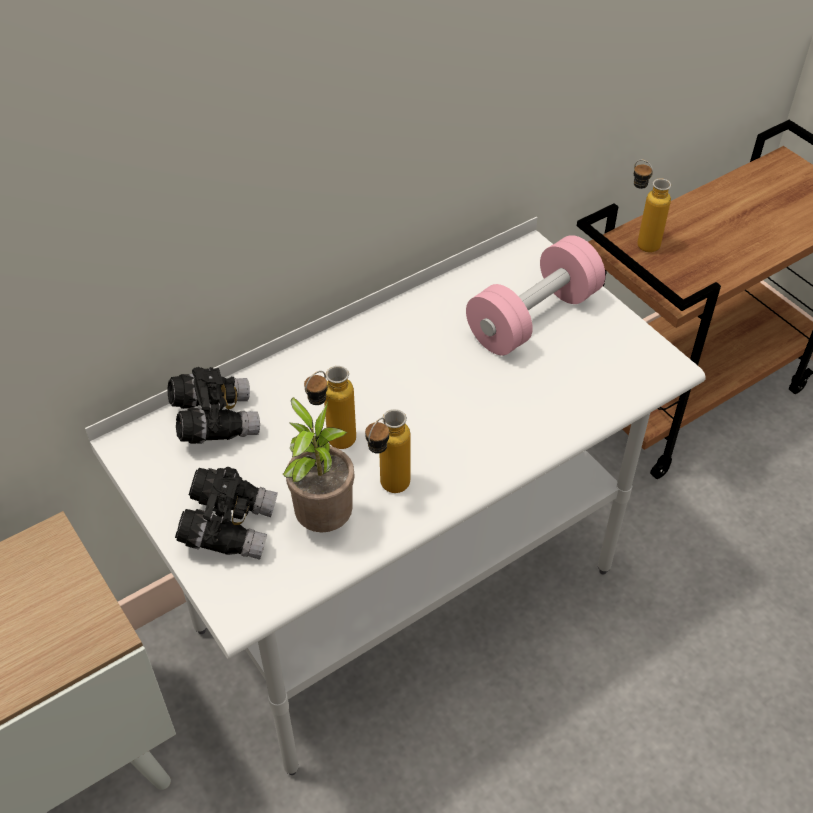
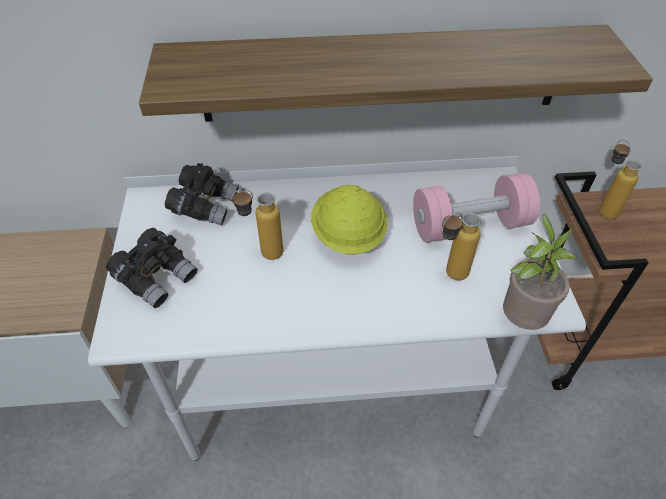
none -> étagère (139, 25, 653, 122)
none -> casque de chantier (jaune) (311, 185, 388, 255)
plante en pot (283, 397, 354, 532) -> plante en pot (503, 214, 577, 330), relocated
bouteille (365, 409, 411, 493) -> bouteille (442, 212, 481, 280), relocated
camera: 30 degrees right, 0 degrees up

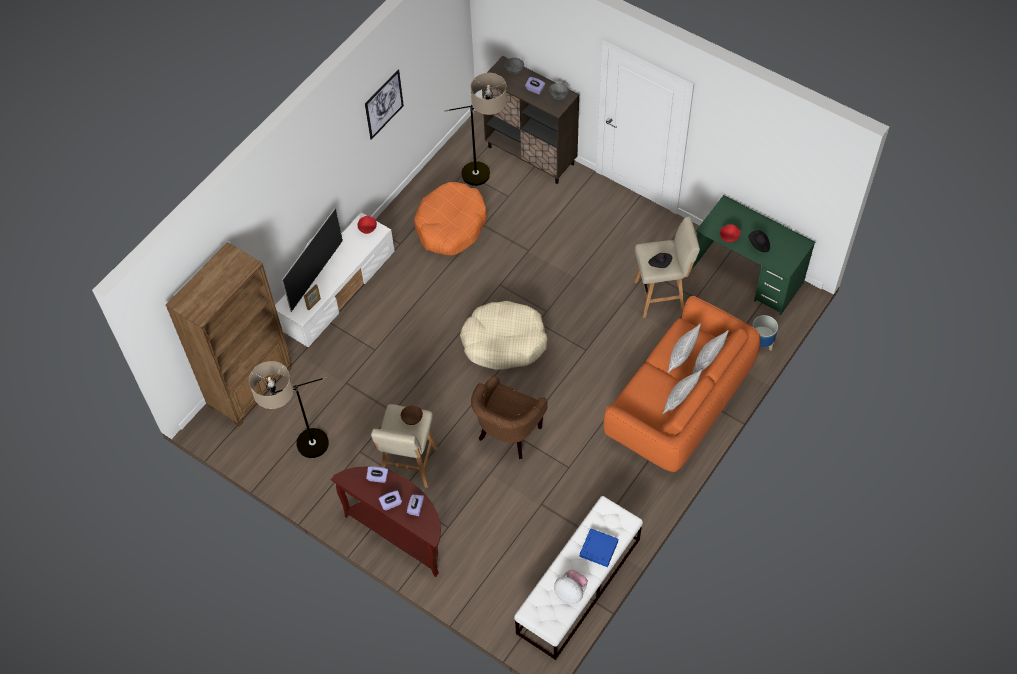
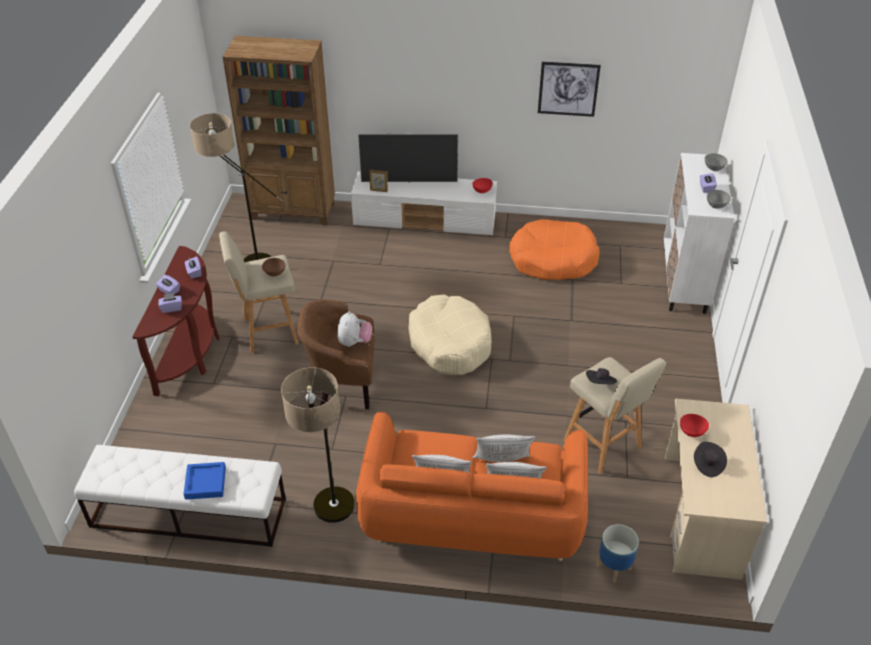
lampadaire (445, 73, 507, 186) -> lampadaire (281, 367, 355, 523), relocated
peluche (554, 570, 588, 604) -> peluche (337, 311, 372, 347), relocated
meuble de rangement (marron) (482, 56, 579, 184) -> meuble de rangement (blanc) (664, 153, 735, 314)
bureau (vert) (692, 195, 815, 315) -> bureau (beige) (665, 398, 767, 580)
camera: 60 degrees right, 15 degrees down

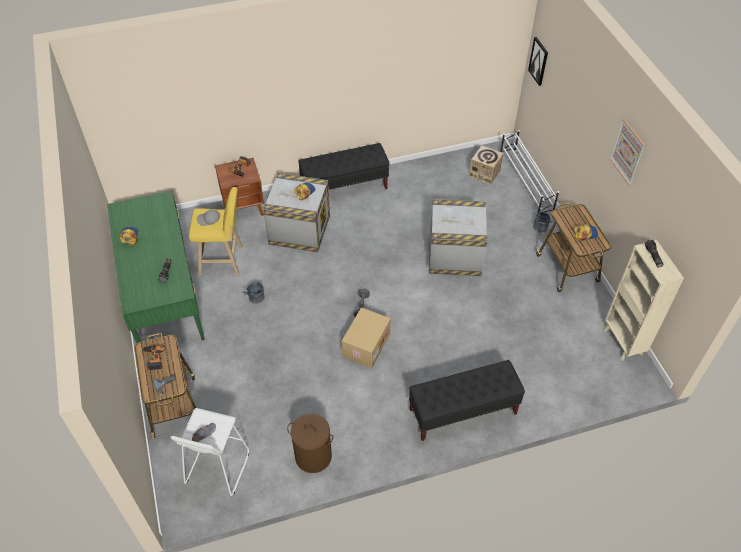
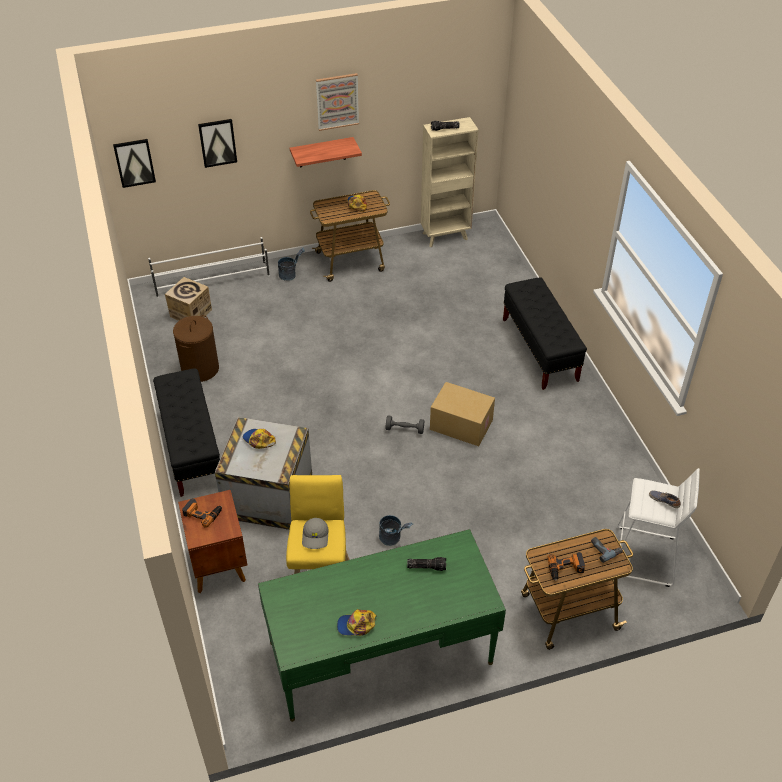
caisse (429, 199, 487, 276) -> none
none -> tableau (198, 119, 237, 168)
none -> étagère (290, 137, 362, 167)
panier à linge (marron) (287, 414, 333, 473) -> panier à linge (marron) (173, 315, 219, 382), relocated
camera: 90 degrees left, 5 degrees down

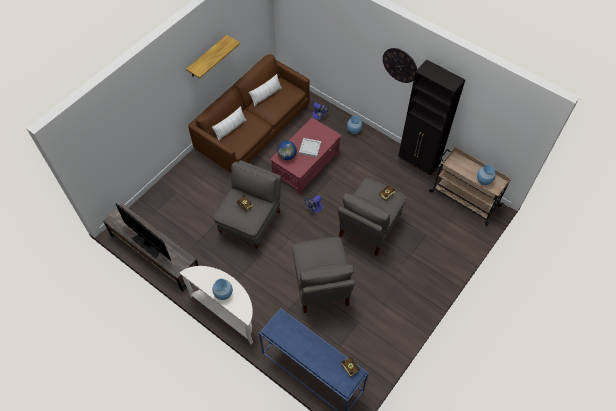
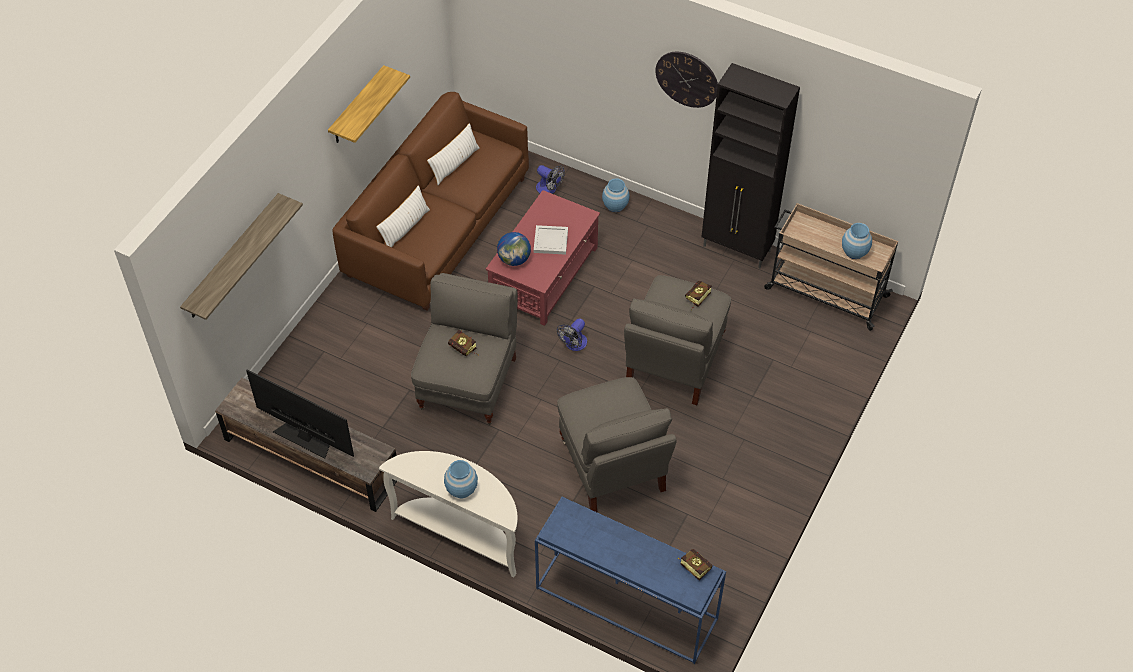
none -> étagère (180, 193, 303, 320)
camera: 10 degrees left, 5 degrees down

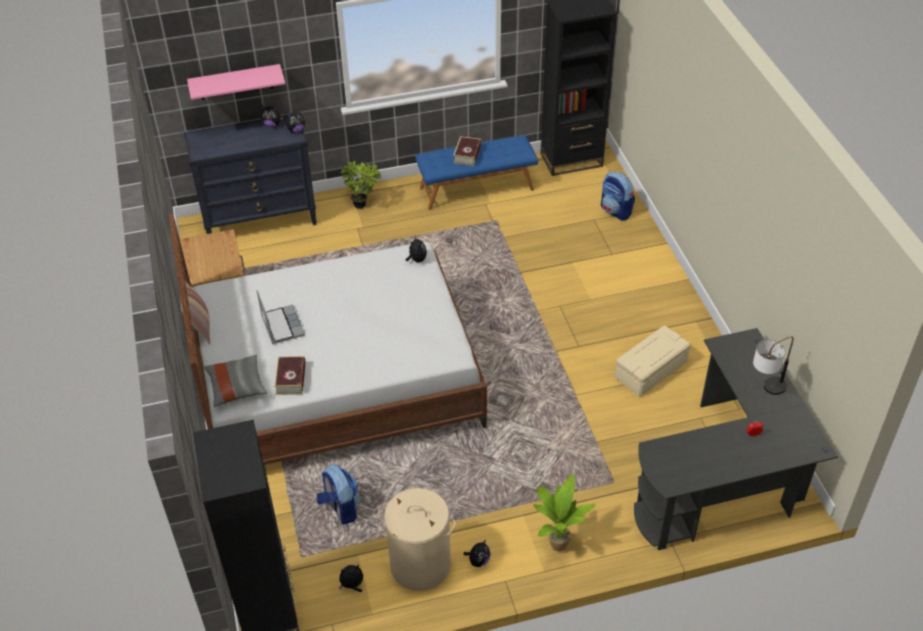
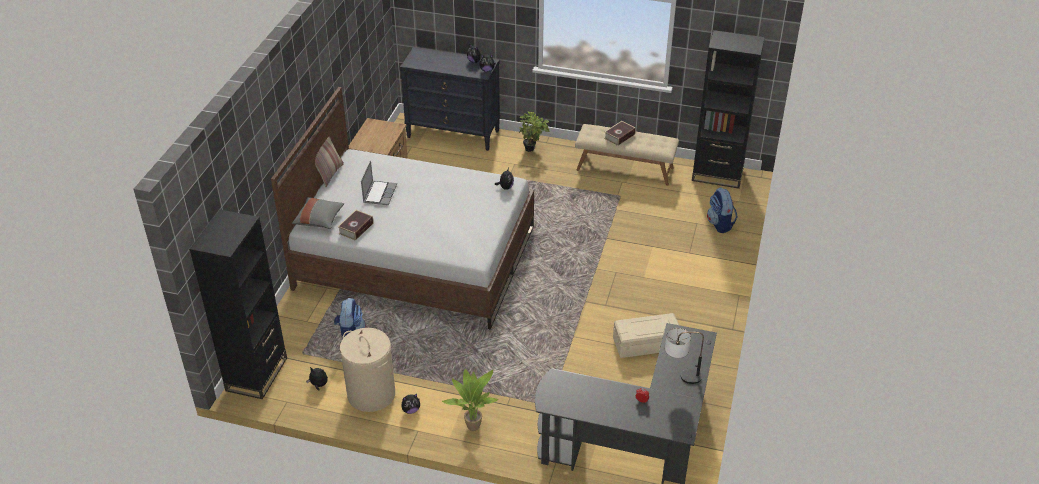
étagère (rose) (187, 64, 285, 100) -> none
banc (bleu) (415, 135, 538, 210) -> banc (beige) (575, 124, 679, 186)
camera: 30 degrees right, 5 degrees down

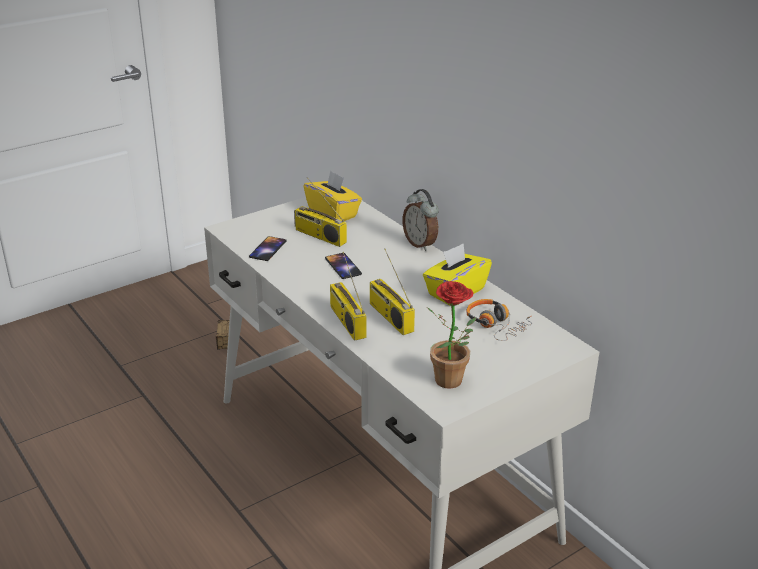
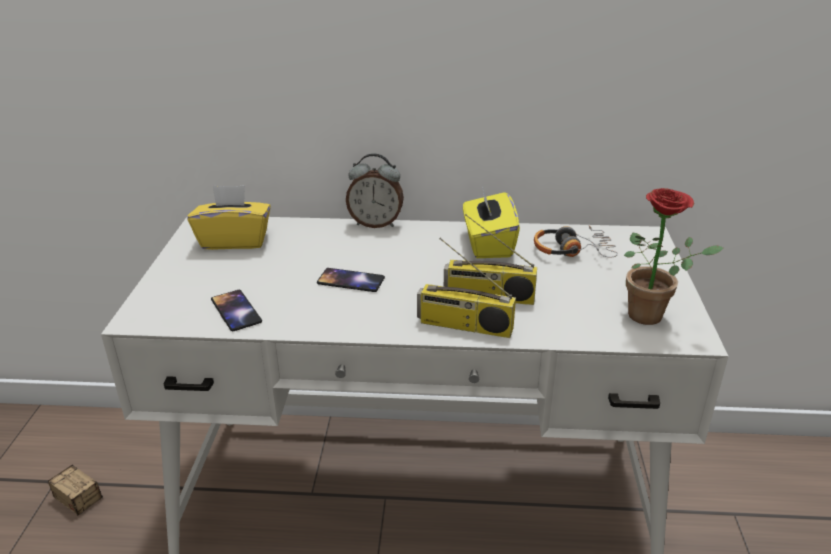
radio (294, 177, 347, 247) -> none
camera: 50 degrees left, 0 degrees up

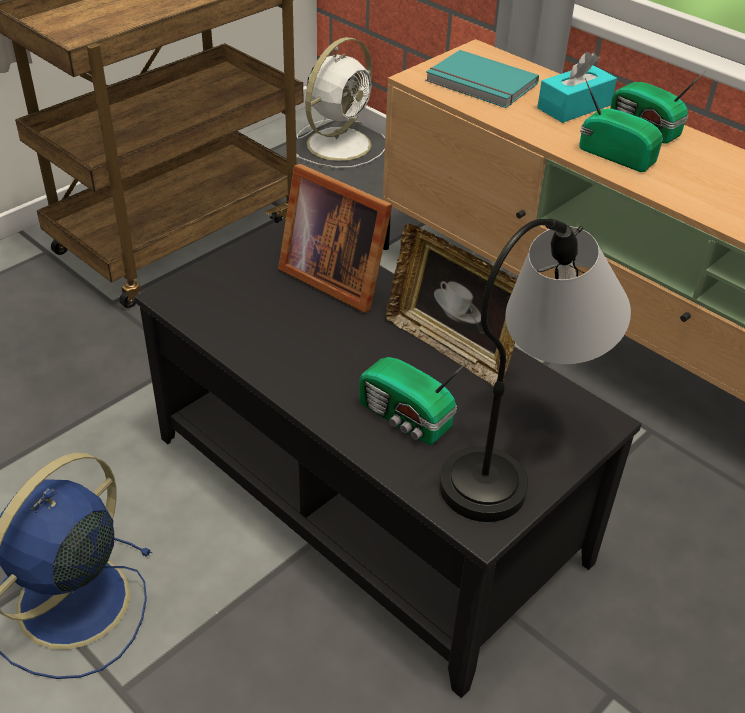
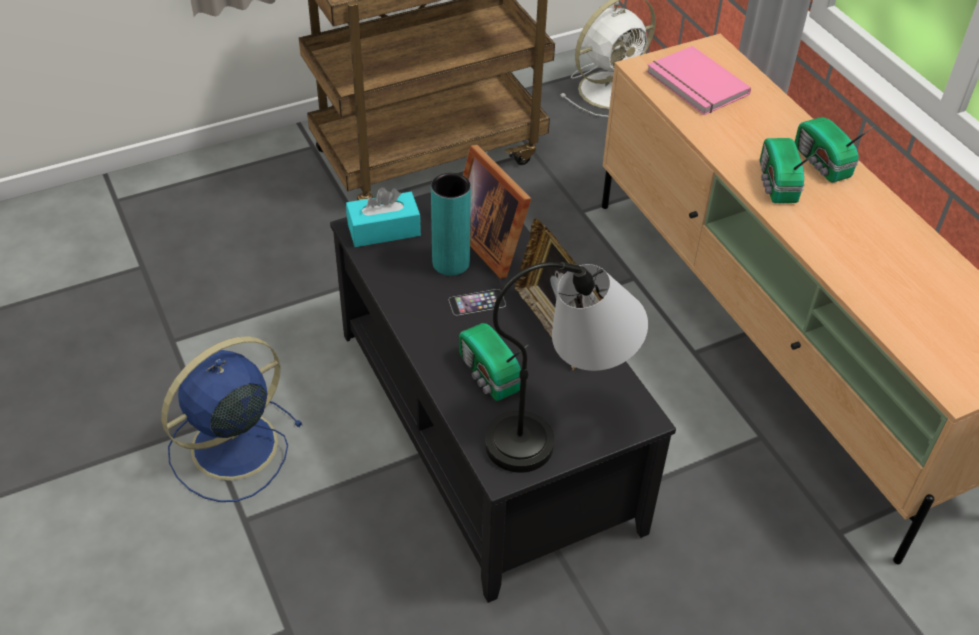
none -> vase (turquoise) (431, 173, 471, 276)
none -> téléphone (449, 289, 506, 316)
boîte à mouchoirs (turquoise) (537, 52, 617, 123) -> boîte à mouchoirs (turquoise) (346, 188, 421, 247), relocated
livre (turquoise) (425, 50, 539, 108) -> livre (rose) (646, 46, 751, 115)
radio (579, 78, 663, 172) -> radio (760, 138, 816, 203), 150 degrees counterclockwise
camera: 20 degrees right, 5 degrees up

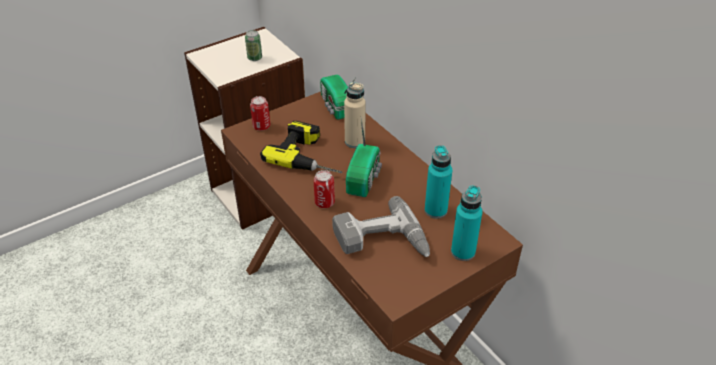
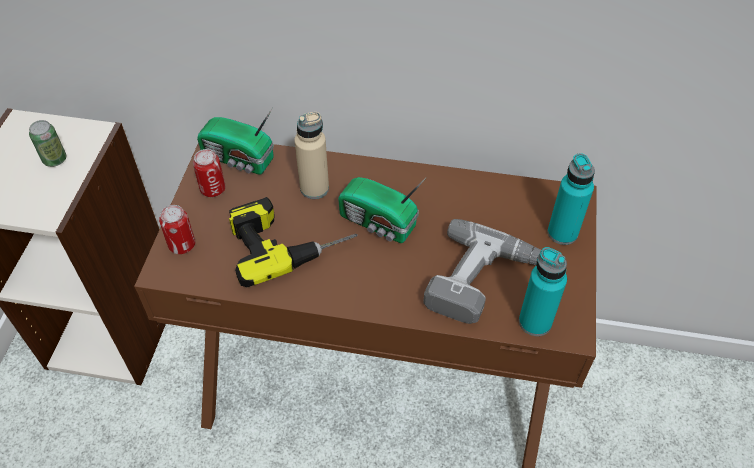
boîte métallique (314, 170, 335, 208) -> boîte métallique (193, 149, 226, 197), relocated
bouteille (turquoise) (425, 145, 452, 219) -> bouteille (turquoise) (519, 247, 567, 336), relocated
radio (346, 118, 382, 197) -> radio (338, 177, 426, 243), 150 degrees clockwise
camera: 45 degrees left, 10 degrees up

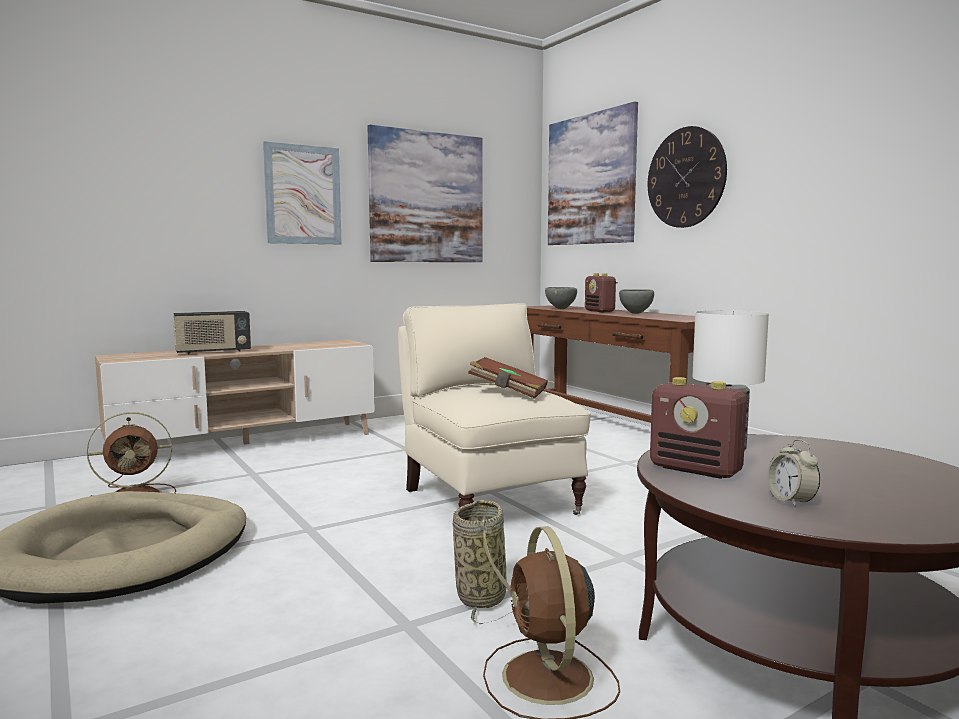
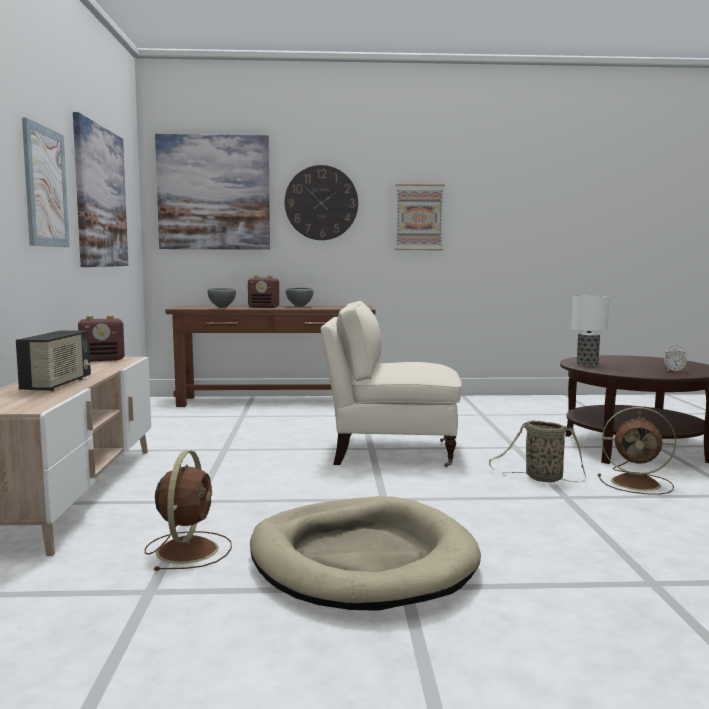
livre (marron) (468, 357, 548, 399) -> none
none -> tableau (394, 184, 445, 250)
radio (650, 377, 747, 479) -> radio (78, 315, 125, 362), relocated
camera: 60 degrees left, 0 degrees up

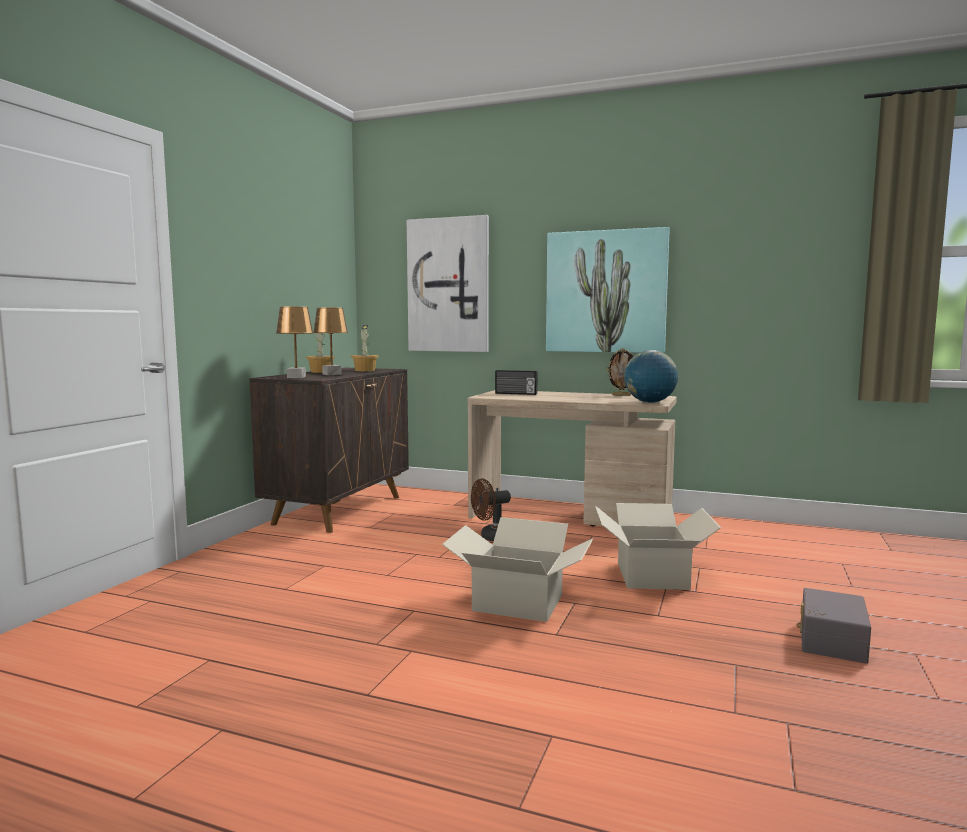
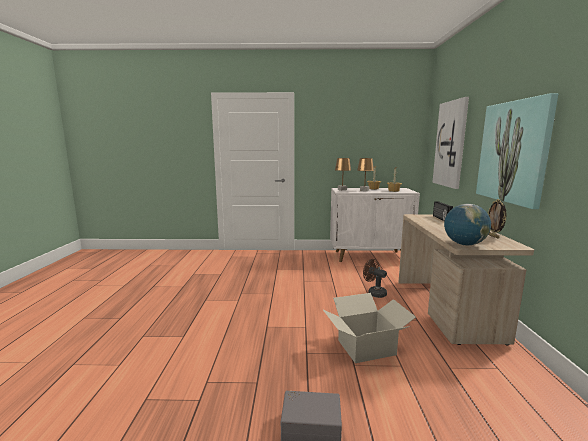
carton (442, 517, 593, 622) -> none
meuble de rangement (marron) (249, 368, 409, 533) -> meuble de rangement (blanc) (330, 188, 420, 262)
camera: 70 degrees right, 5 degrees up

